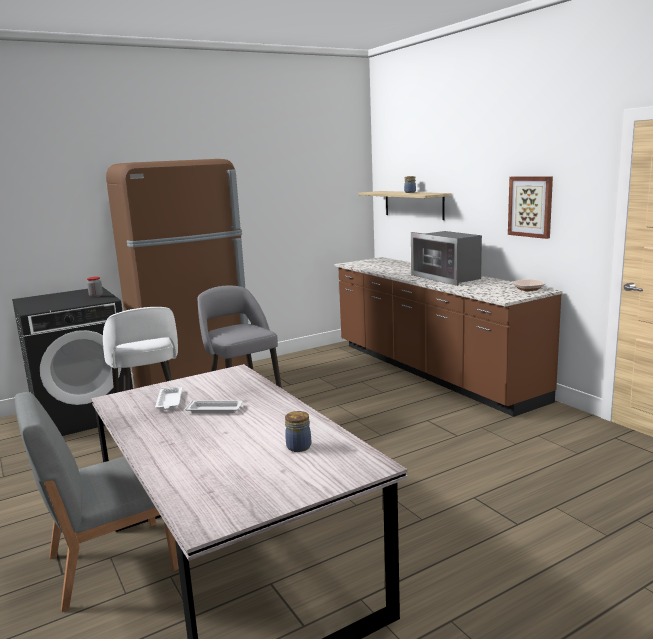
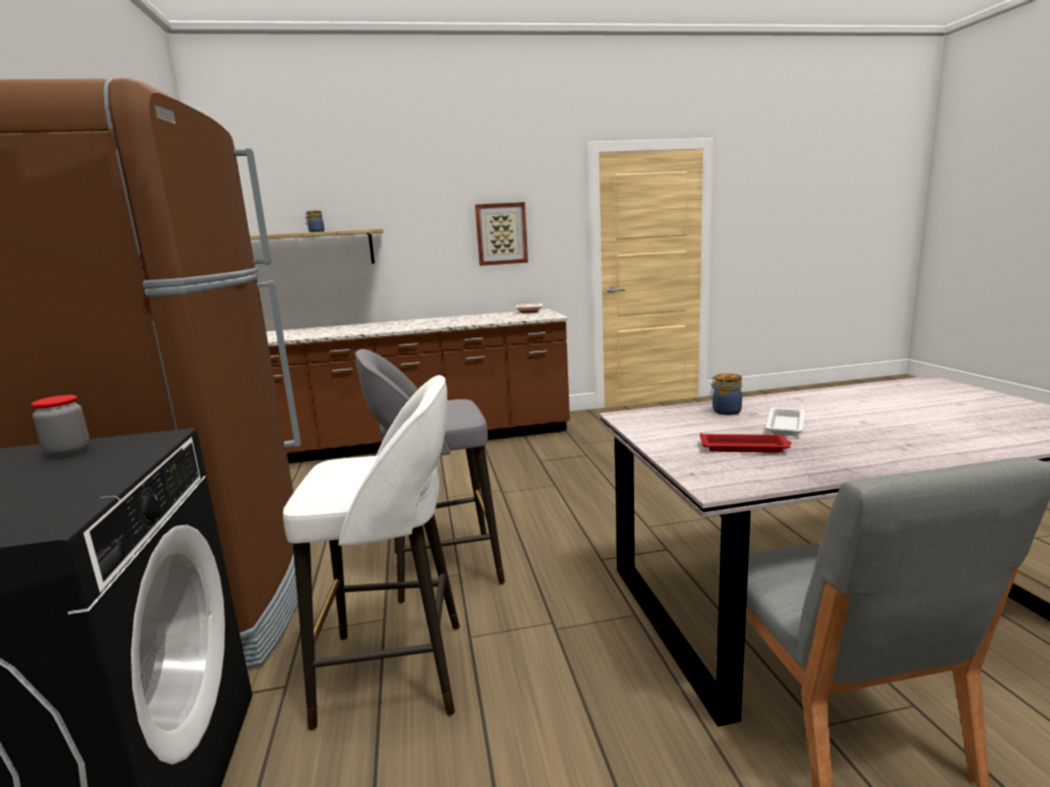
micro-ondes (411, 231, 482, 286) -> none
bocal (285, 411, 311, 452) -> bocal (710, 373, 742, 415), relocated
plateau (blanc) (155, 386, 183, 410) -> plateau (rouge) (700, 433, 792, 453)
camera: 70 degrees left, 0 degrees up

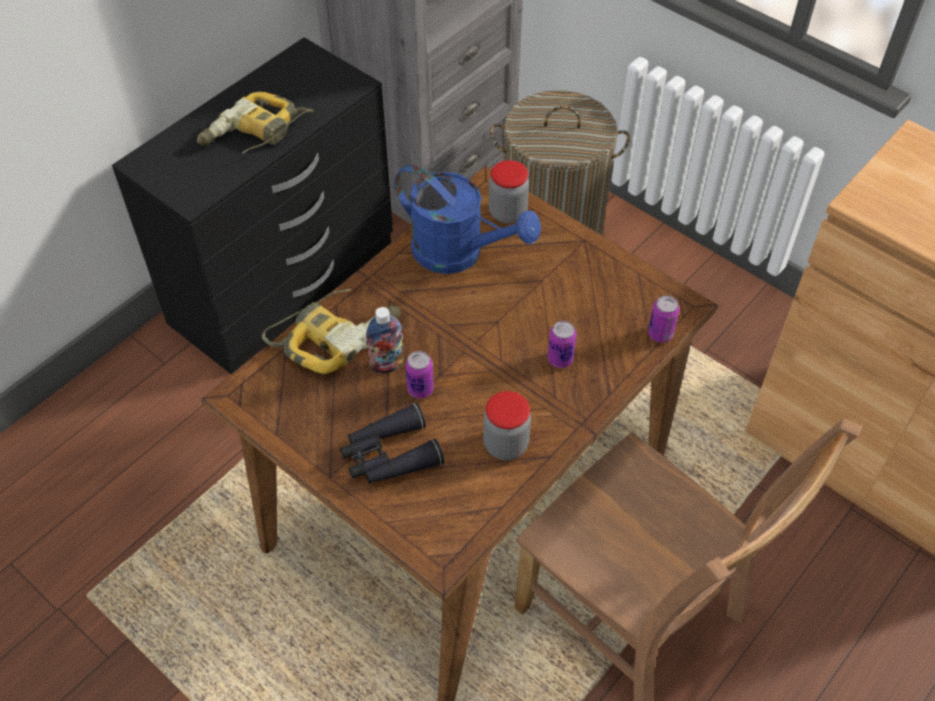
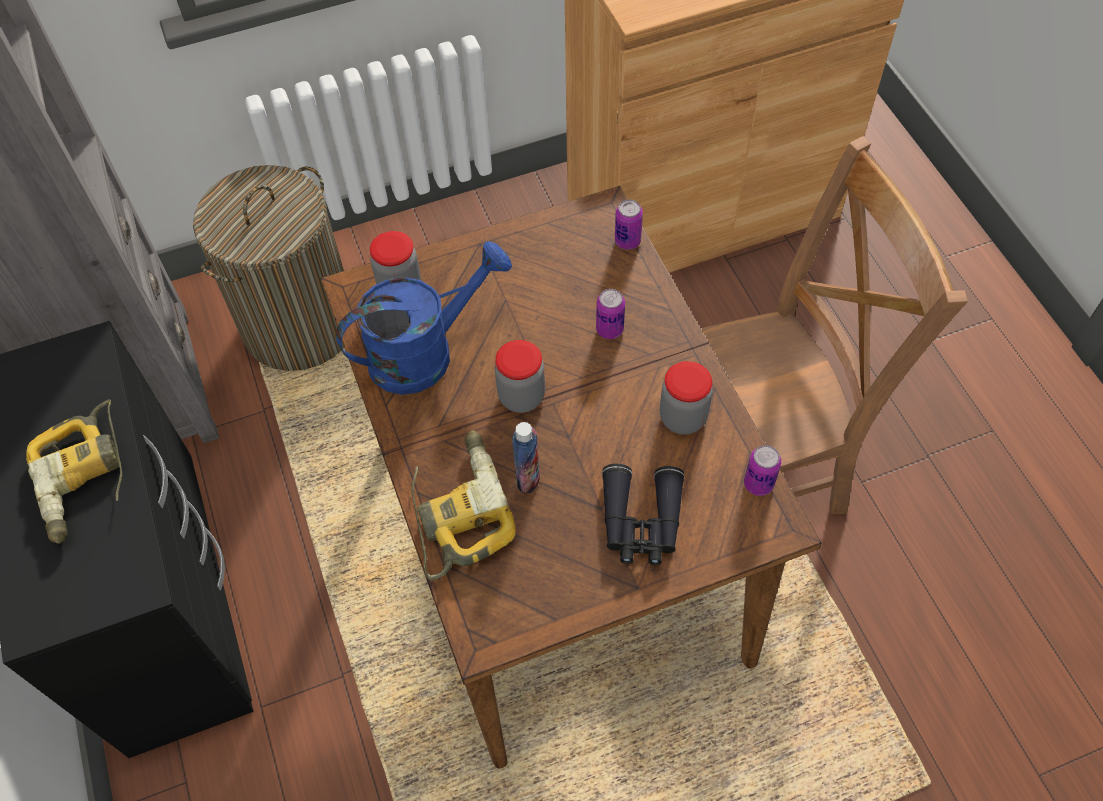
none -> bocal (495, 340, 545, 413)
boîte métallique (405, 351, 434, 399) -> boîte métallique (744, 445, 781, 496), relocated
camera: 60 degrees left, 5 degrees up

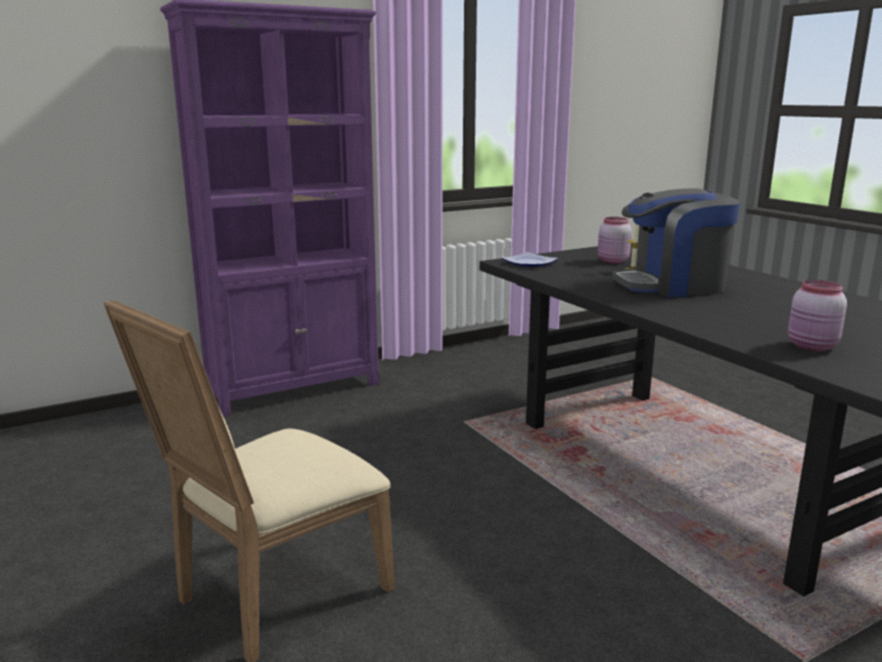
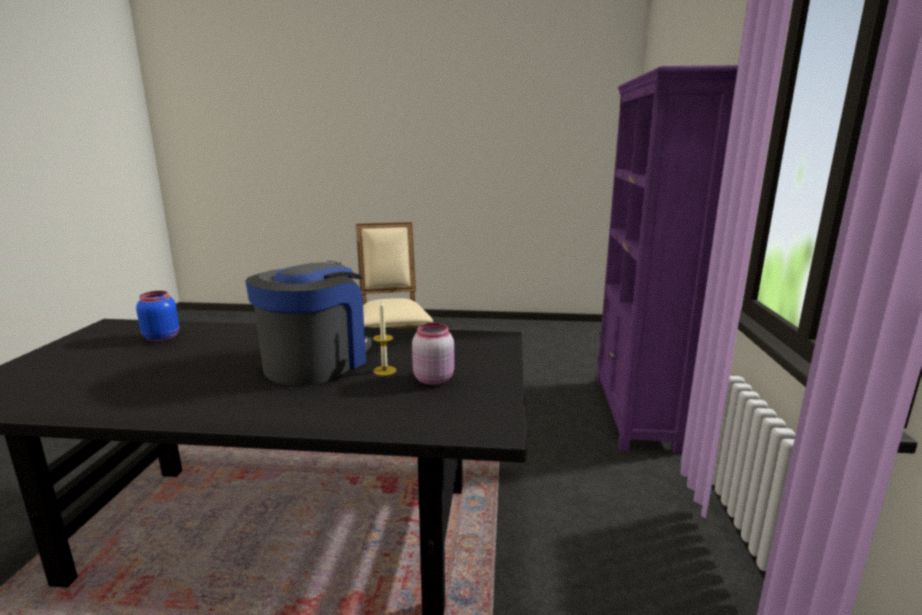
assiette (502, 252, 558, 267) -> none
bocal (rose) (788, 280, 847, 351) -> bocal (bleu) (136, 291, 179, 342)
camera: 125 degrees right, 0 degrees up

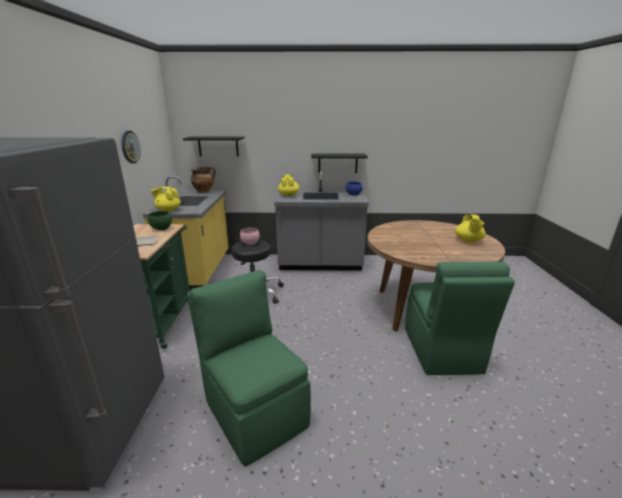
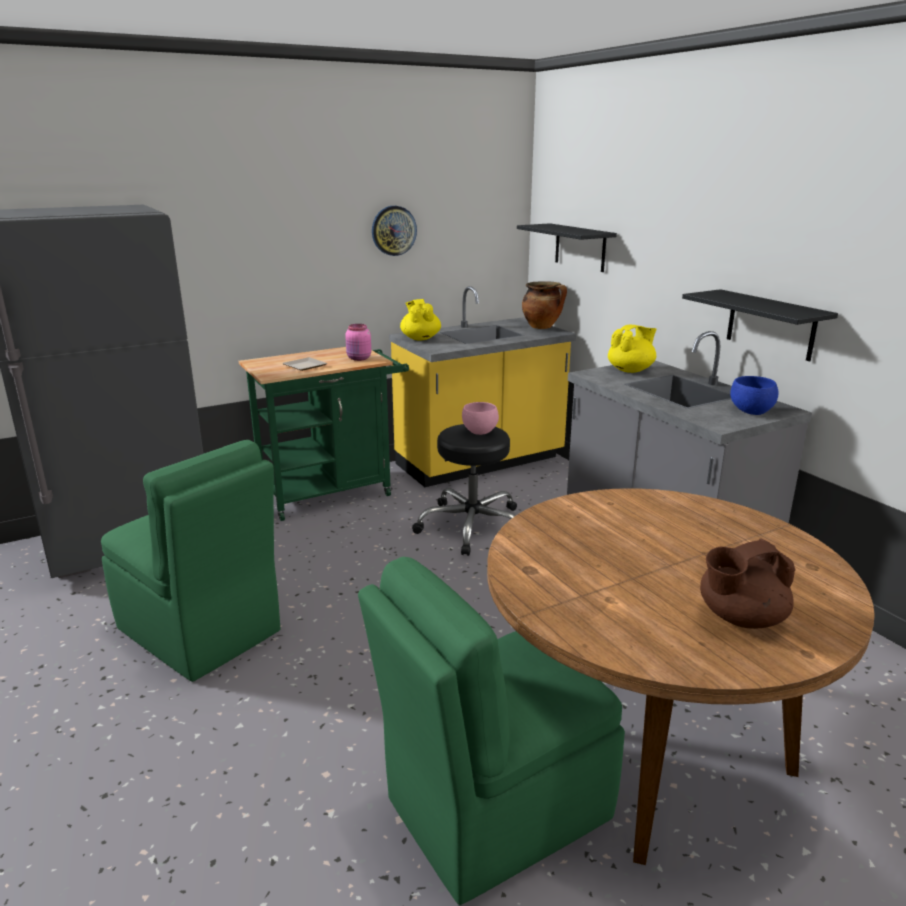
bol (vert) (148, 211, 172, 230) -> bocal (rose) (345, 324, 371, 361)
théière (jaune) (455, 214, 486, 243) -> théière (marron) (700, 539, 796, 629)
chaise (vert) (187, 270, 311, 467) -> chaise (vert) (101, 440, 280, 682), 105 degrees clockwise
camera: 60 degrees right, 0 degrees up

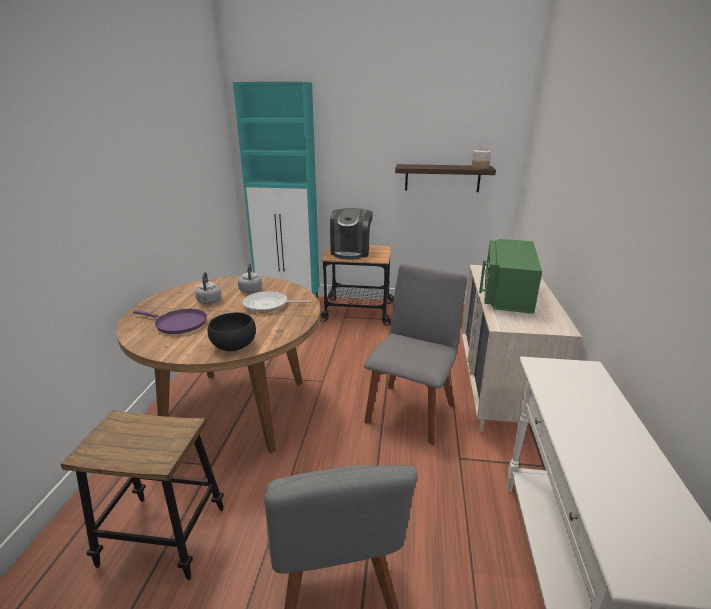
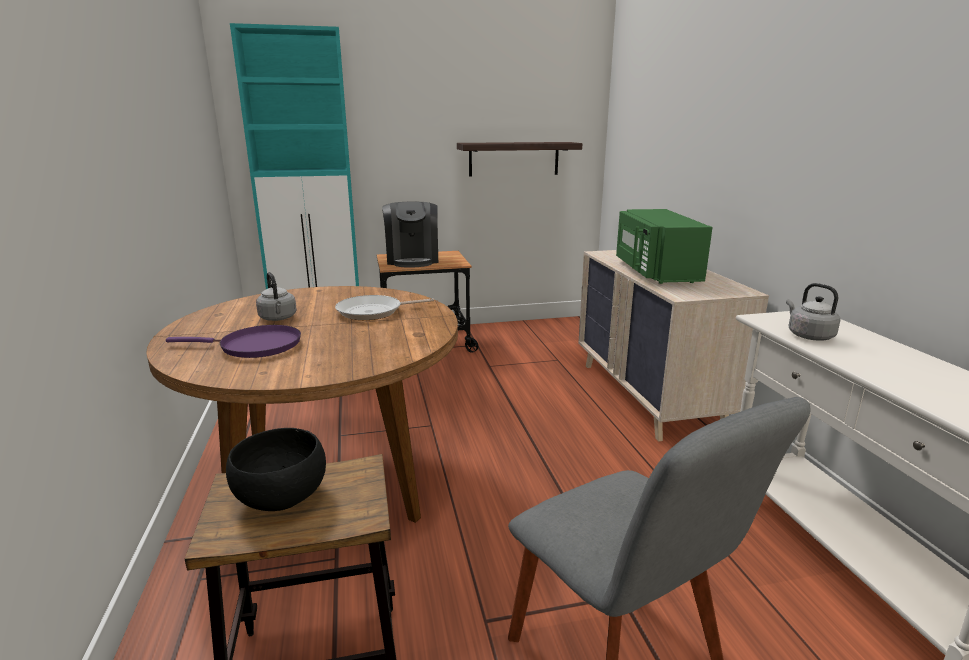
chaise (gris) (364, 264, 468, 445) -> none
bocal (472, 147, 491, 169) -> none
bol (noir) (208, 313, 256, 351) -> bol (noir) (226, 428, 326, 511), relocated
bouilloire (gris) (238, 263, 262, 293) -> bouilloire (gris) (786, 283, 840, 340), relocated
camera: 20 degrees left, 5 degrees down

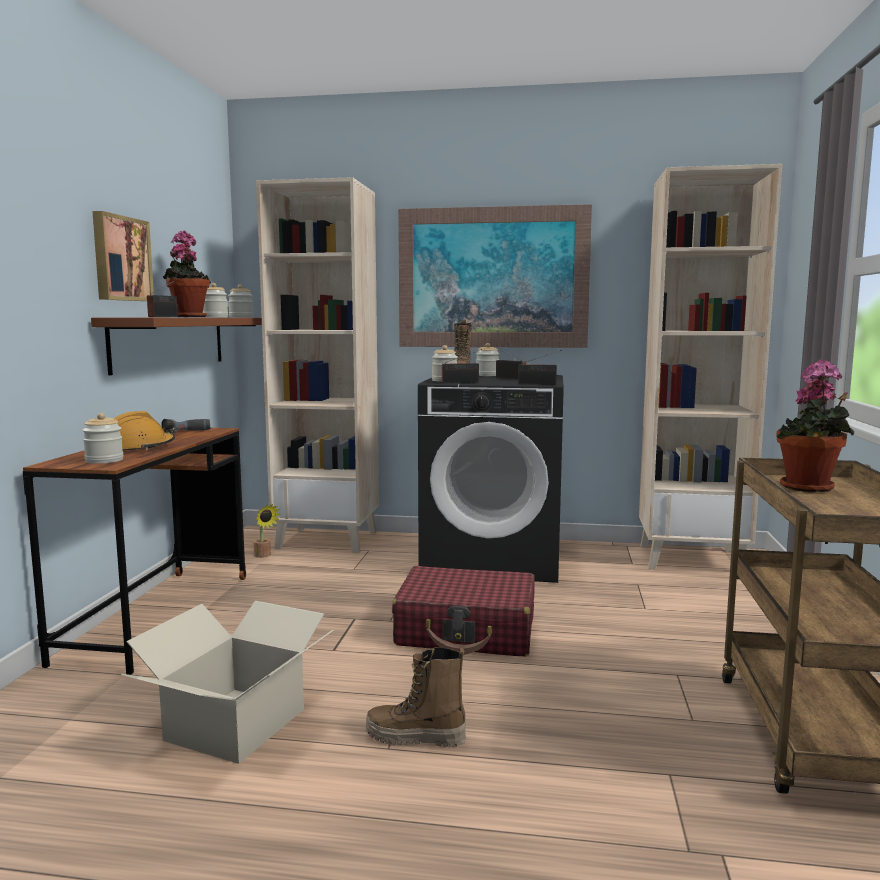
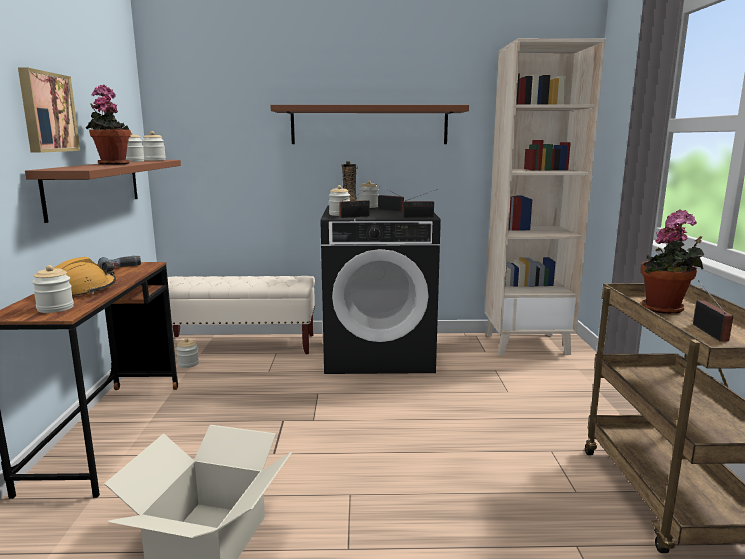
botte (366, 647, 466, 747) -> none
valise (rouge) (392, 566, 534, 657) -> none
radio (147, 281, 178, 317) -> radio (693, 280, 733, 342), relocated
plante en pot (253, 504, 281, 558) -> bocal (176, 338, 199, 368)
bibliothèque (beige) (256, 177, 379, 553) -> banc (beige) (167, 276, 315, 354)
tableau (398, 204, 592, 348) -> étagère (marron) (270, 105, 469, 144)
camera: 10 degrees left, 5 degrees up

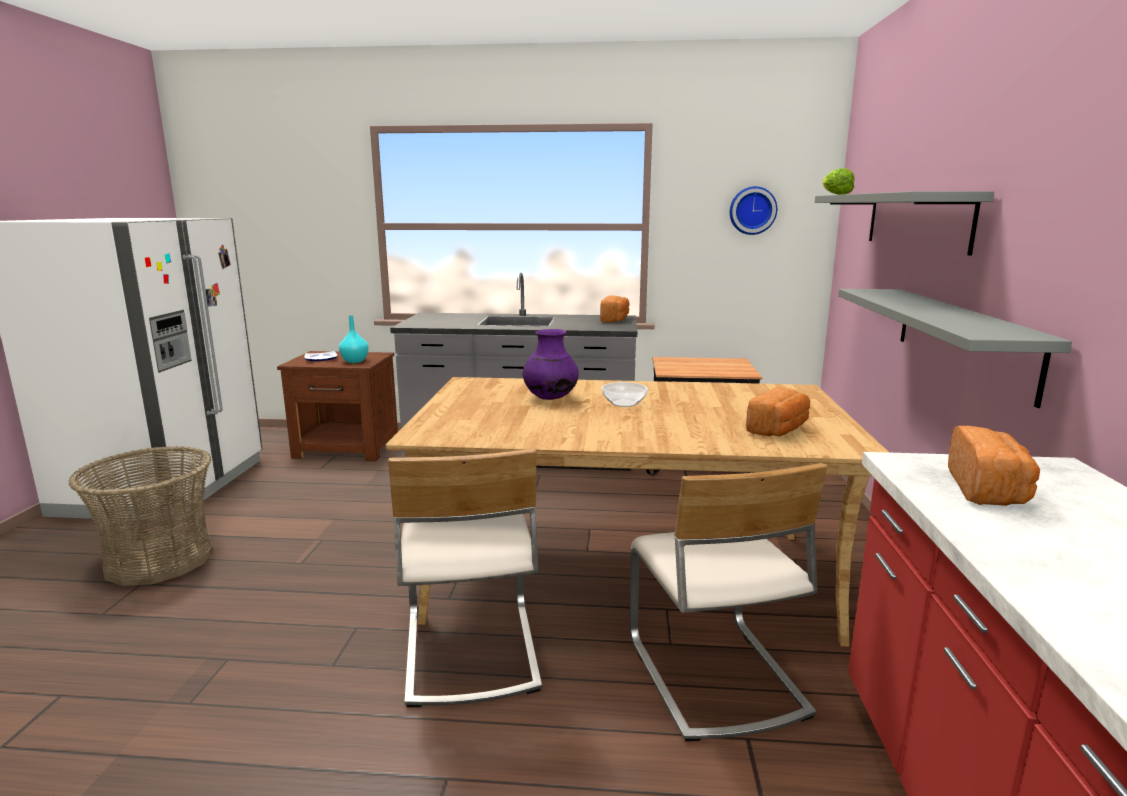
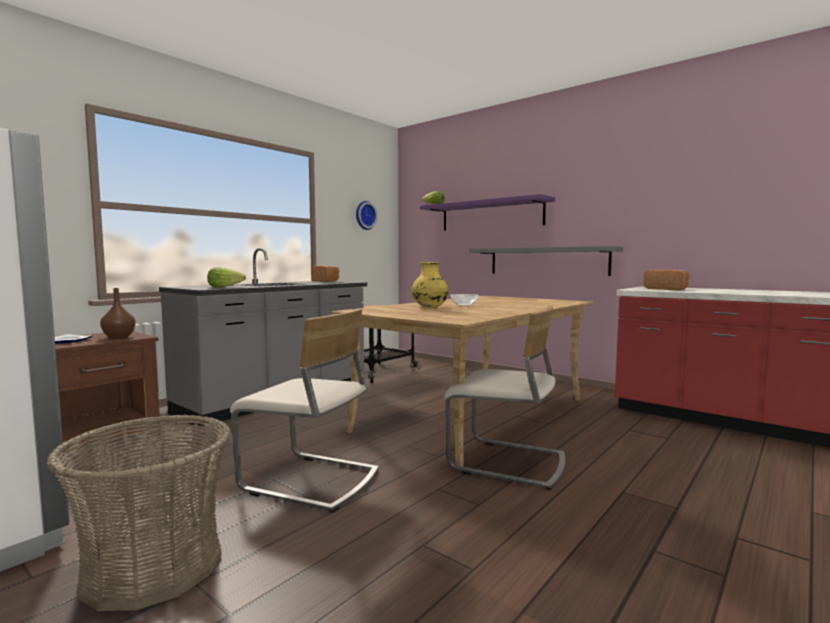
pain (746, 387, 810, 436) -> none
none -> laitue (207, 267, 246, 288)
chaise (beige) (630, 463, 828, 741) -> chaise (beige) (230, 309, 379, 513), relocated
vase (turquoise) (339, 315, 369, 363) -> vase (marron) (100, 288, 136, 338)
vase (violet) (523, 329, 579, 400) -> vase (jaune) (411, 262, 449, 308)
étagère (gris) (815, 191, 994, 256) -> étagère (violet) (420, 194, 555, 230)
camera: 55 degrees left, 10 degrees down

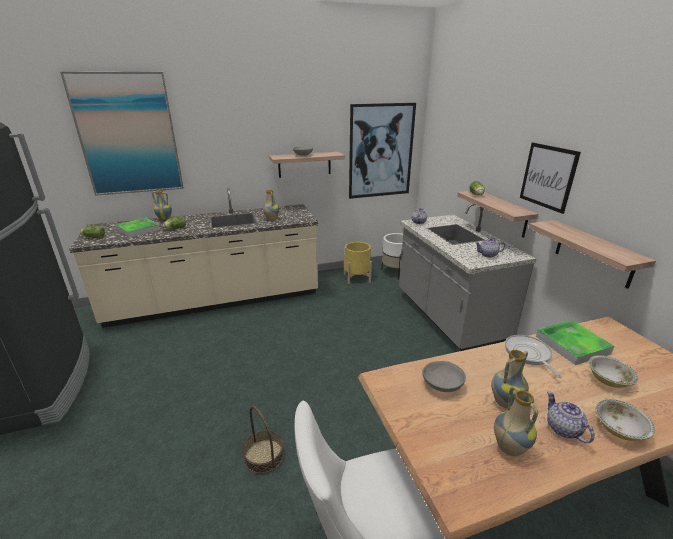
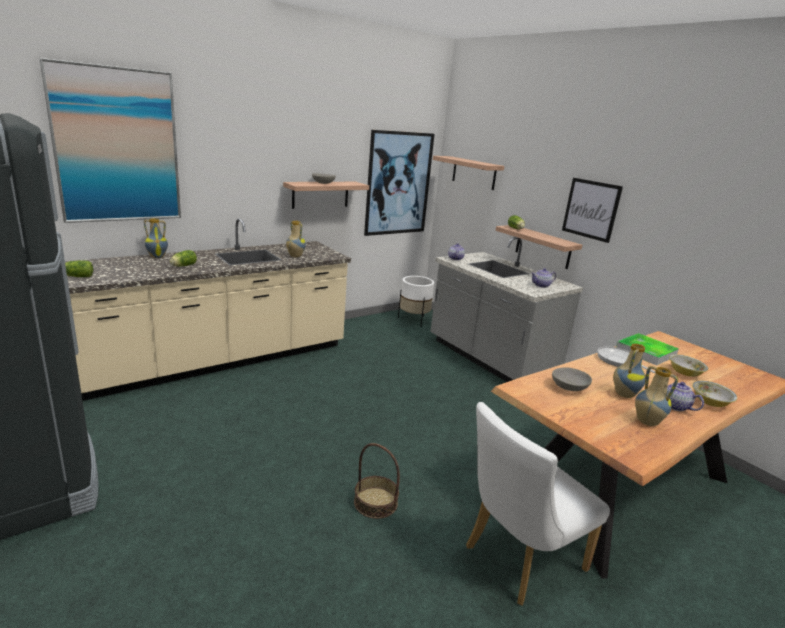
plateau (116, 218, 160, 238) -> none
cache-pot (jaune) (344, 242, 372, 285) -> none
étagère (529, 220, 656, 289) -> étagère (433, 156, 504, 190), relocated
camera: 20 degrees left, 5 degrees down

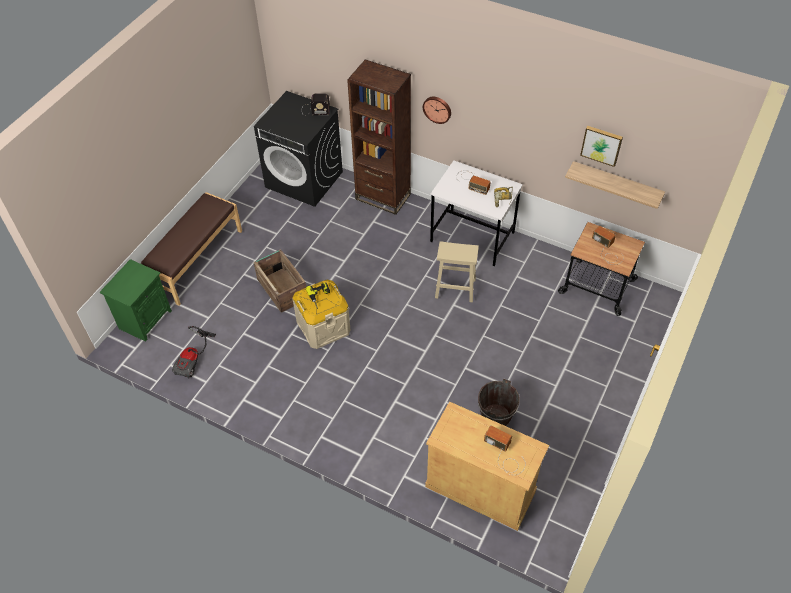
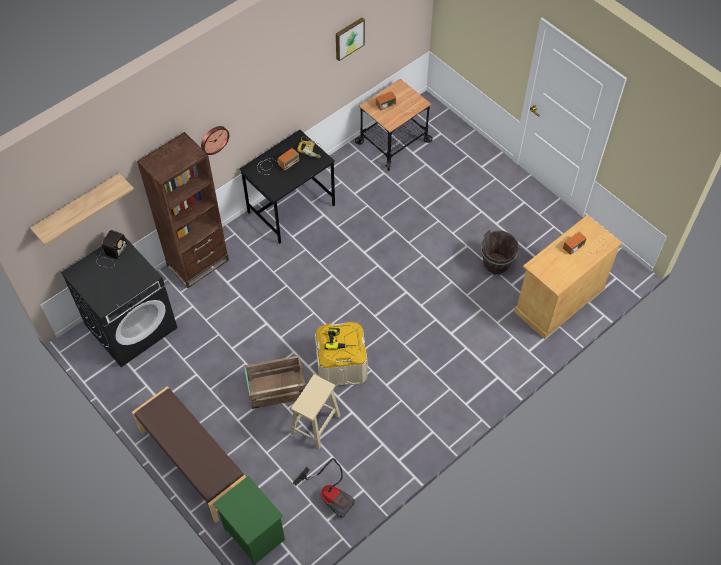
tabouret (beige) (435, 241, 479, 302) -> tabouret (beige) (290, 374, 341, 449), relocated
étagère (565, 161, 665, 209) -> étagère (30, 173, 134, 245), relocated
bureau (blanc) (430, 161, 523, 266) -> bureau (noir) (239, 130, 335, 244)
camera: 70 degrees left, 5 degrees up

